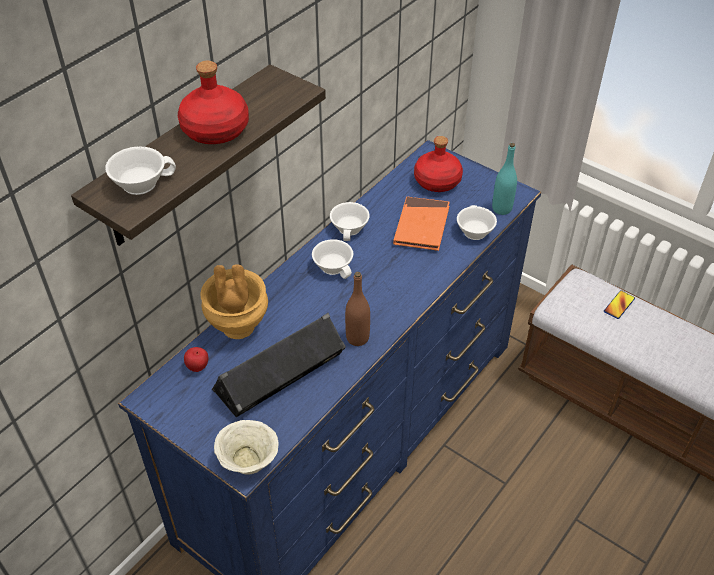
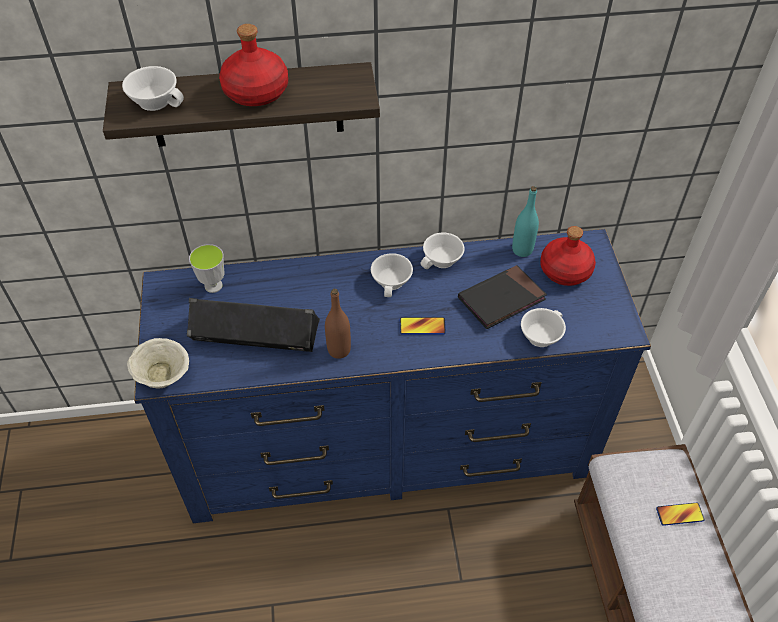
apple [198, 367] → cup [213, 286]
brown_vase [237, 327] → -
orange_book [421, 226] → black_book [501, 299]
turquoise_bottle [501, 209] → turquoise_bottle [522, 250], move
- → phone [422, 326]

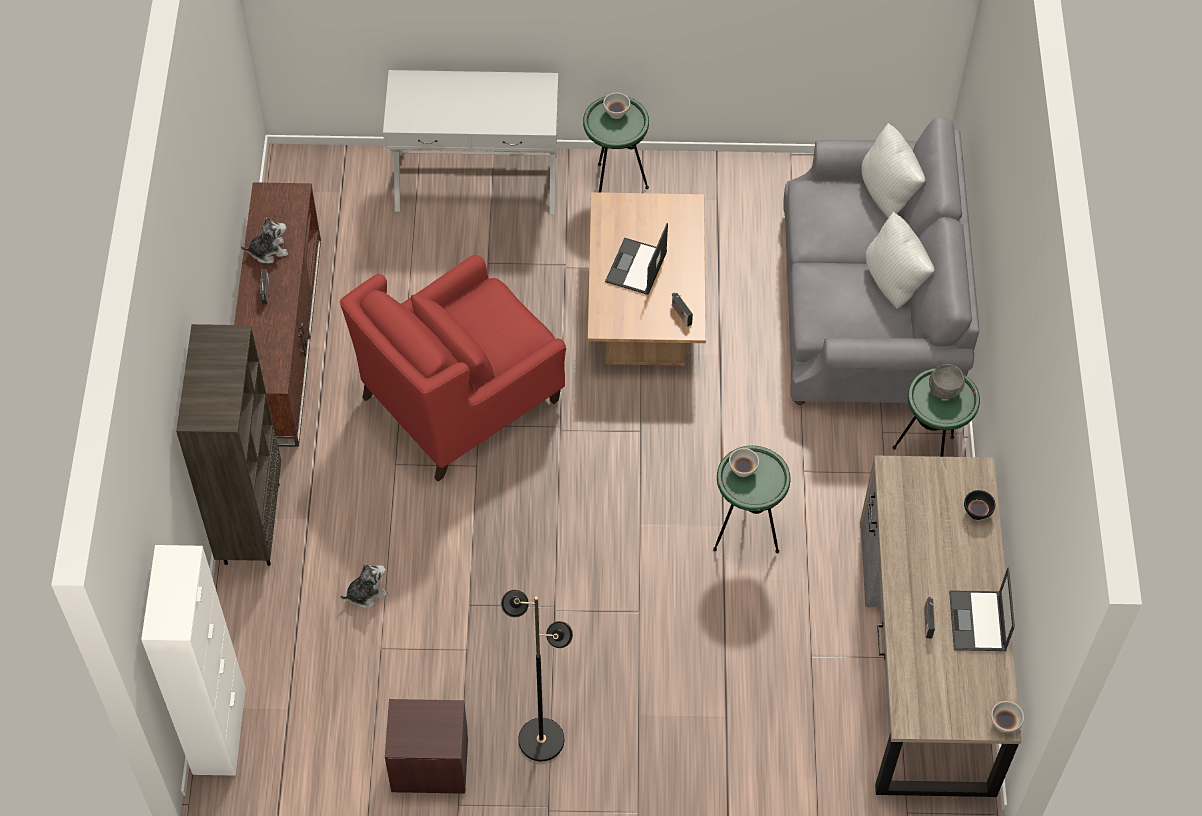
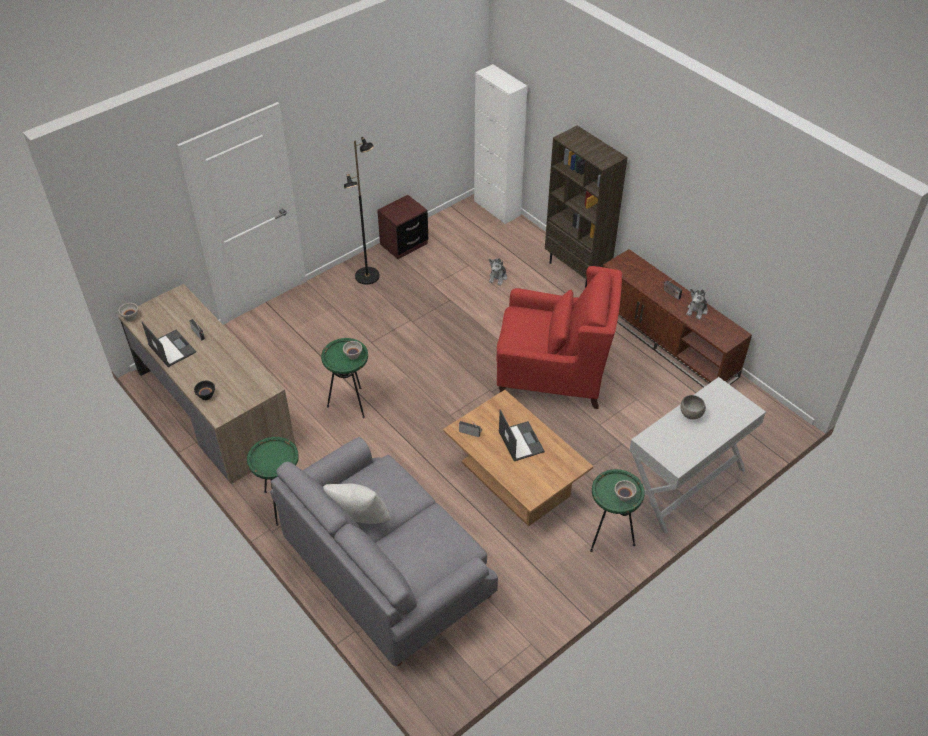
red_armchair [461, 398] → red_armchair [553, 372], 90 degrees clockwise
white_pillow [888, 195] → -
grey_bowl [944, 390] → grey_bowl [691, 415], move

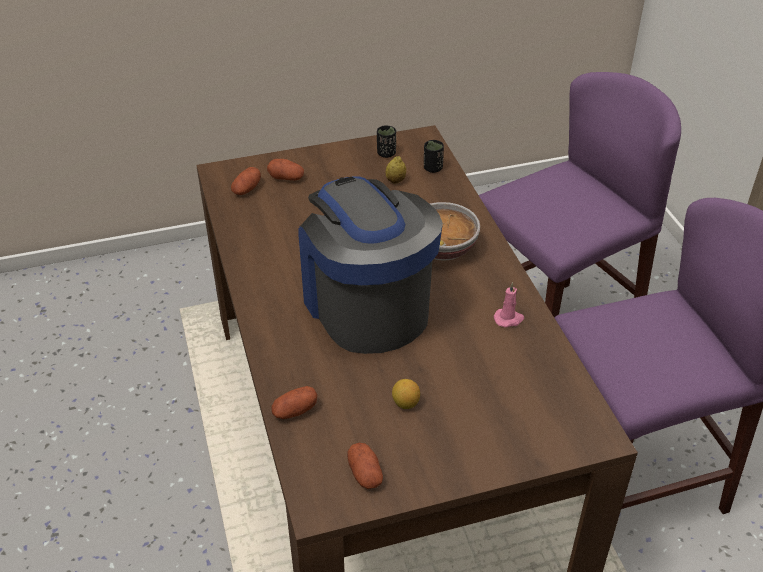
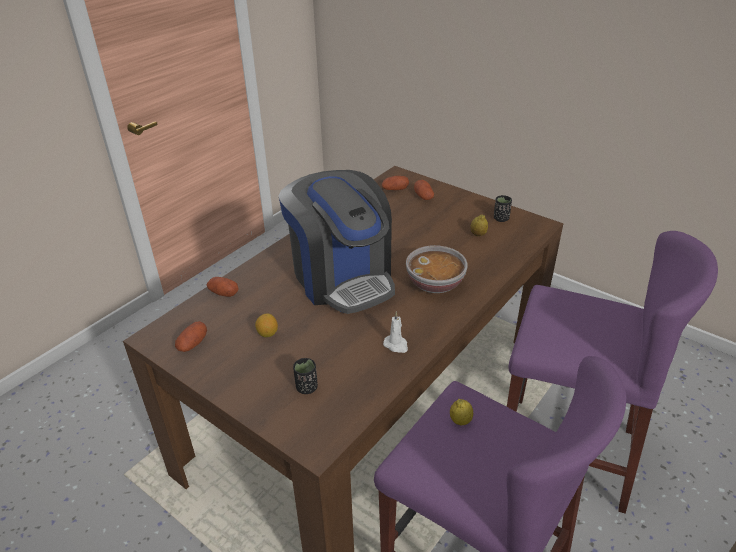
coffee_machine [366, 305] → coffee_machine [342, 277], 120 degrees clockwise
black_cup [433, 168] → black_cup [306, 387], move
pink_candle [509, 319] → white_candle [396, 345]
- → lemon [460, 421]

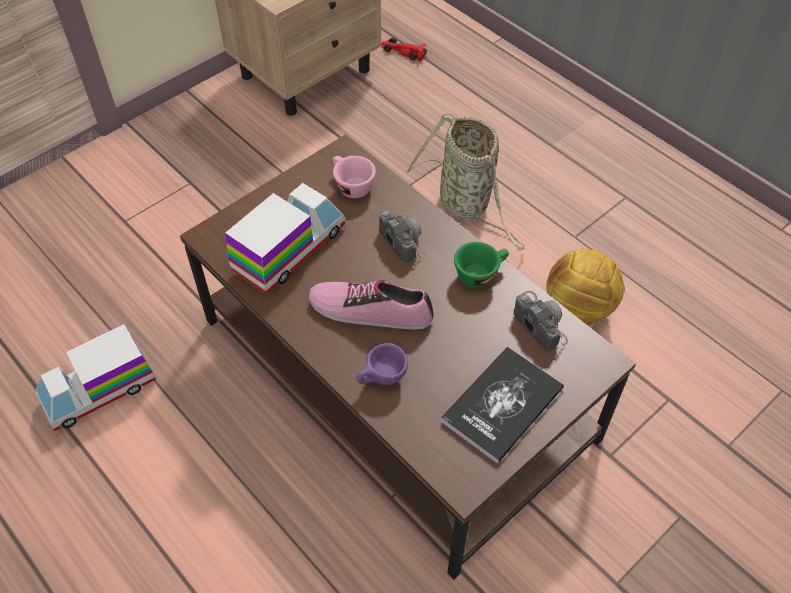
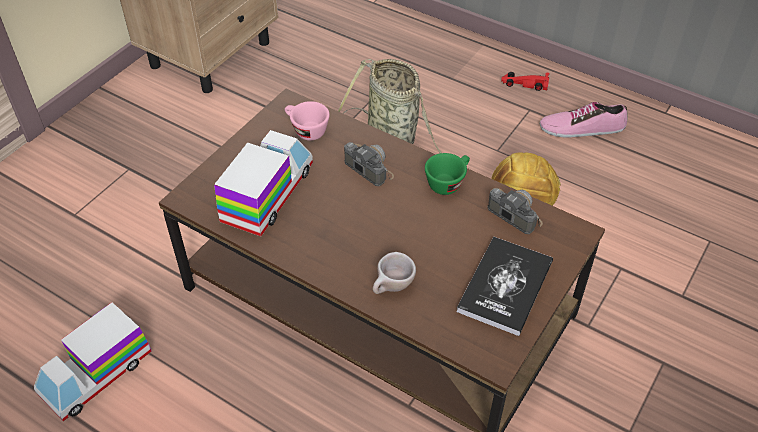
shoe [370, 310] → shoe [581, 127], move
purple_cup [381, 380] → beige_cup [392, 289]
red_toy_car [402, 51] → red_toy_car [524, 83], move

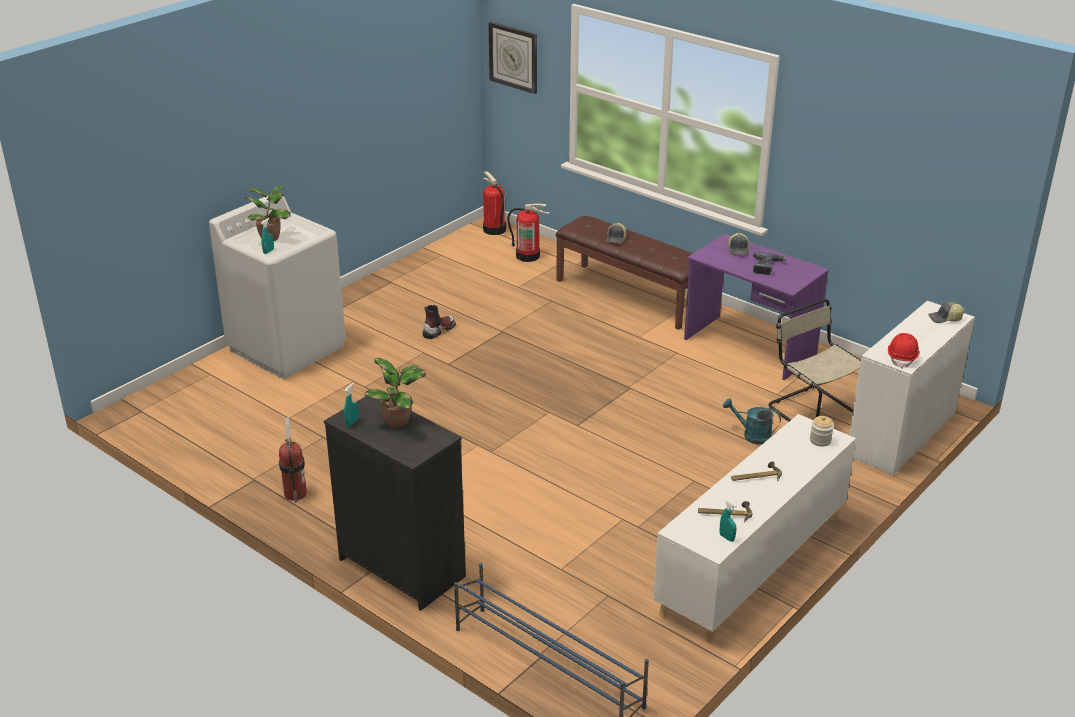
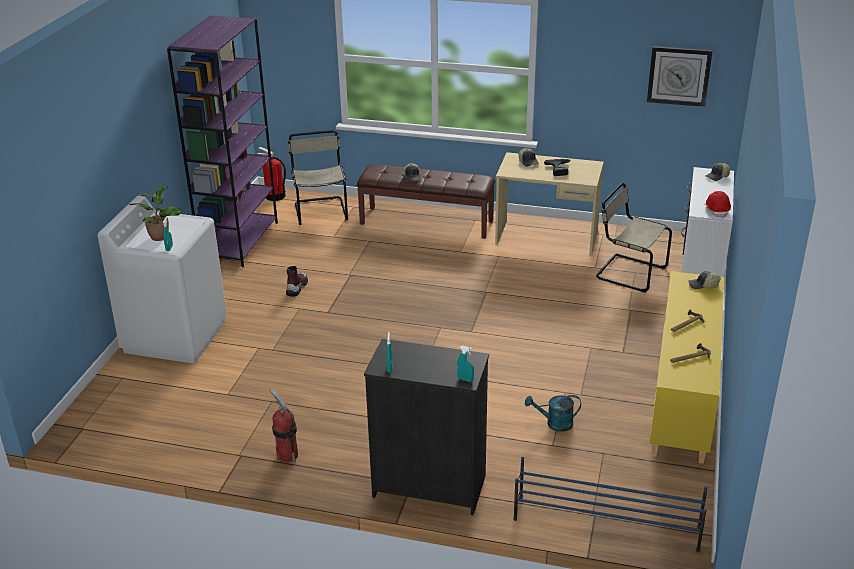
potted_plant [398, 421] → -
wall_clock [514, 57] → wall_clock [679, 76], move
fire_extinguisher [528, 256] → beige_chair [320, 210]
white_cabinet [751, 565] → yellow_cabinet [683, 397]
purple_desk [749, 347] → beige_desk [547, 238]
turquoise_spray_bottle [727, 537] → turquoise_spray_bottle [465, 379], move
turquoise_watering_can [752, 435] → turquoise_watering_can [554, 424], move
jar [820, 440] → cap [703, 285]
- → purple_bookcase [239, 241]

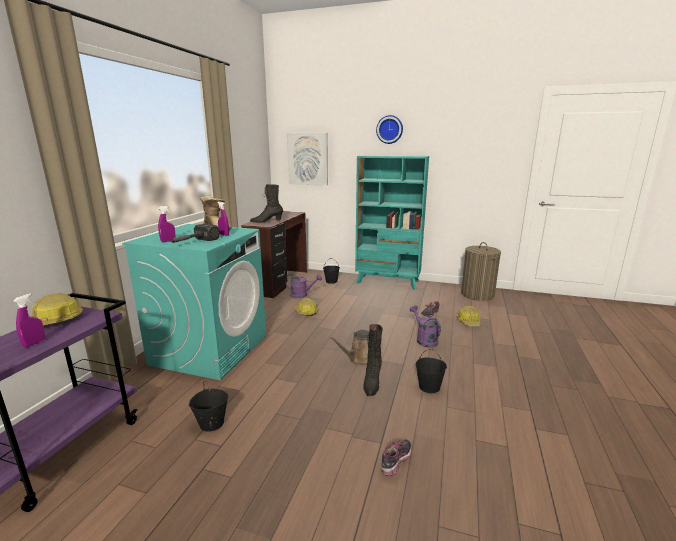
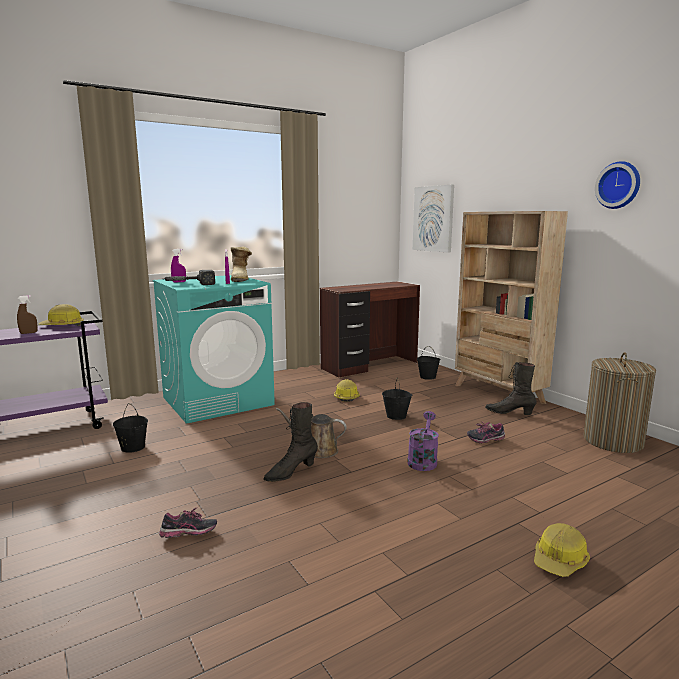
purple_spray_bottle [34, 343] → brown_spray_bottle [28, 333]
black_boot [266, 221] → black_boot [509, 413], move
purple_watering_can [302, 295] → -
turquoise_bookcase [388, 282] → beige_bookcase [498, 394]
wall_clock [389, 129] → wall_clock [619, 185], move
black_bucket [429, 387] → black_bucket [396, 416], move
hard_hat [468, 322] → hard_hat [559, 560], move

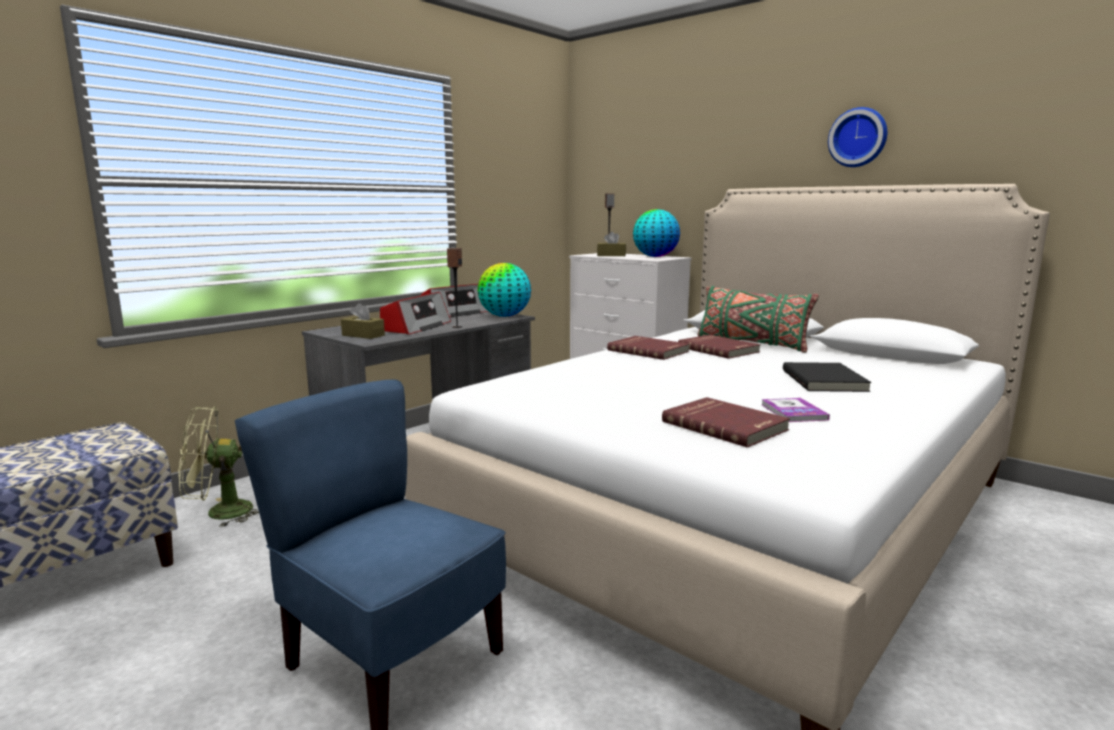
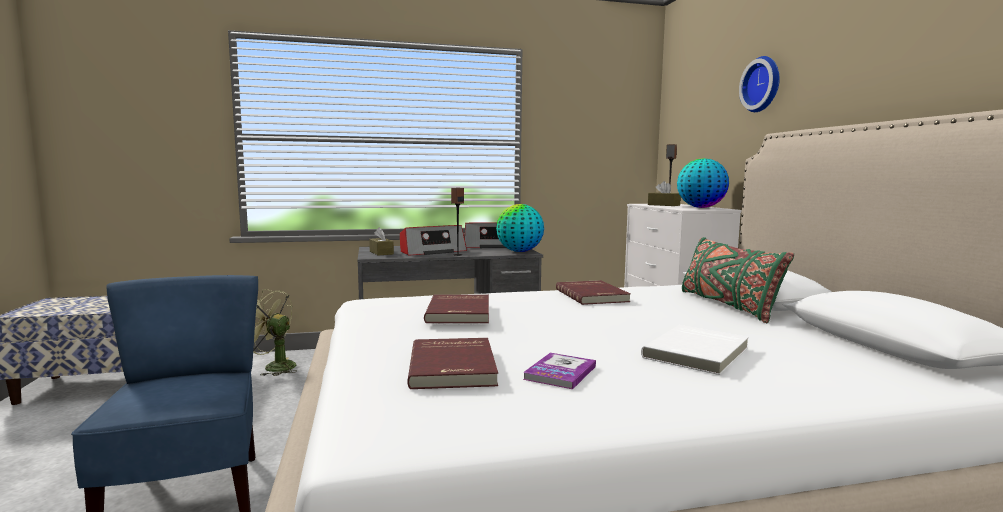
red_book [719, 349] → red_book [460, 312], move
black_book [825, 380] → white_book [698, 353]
wall_clock [858, 137] → wall_clock [763, 84], move

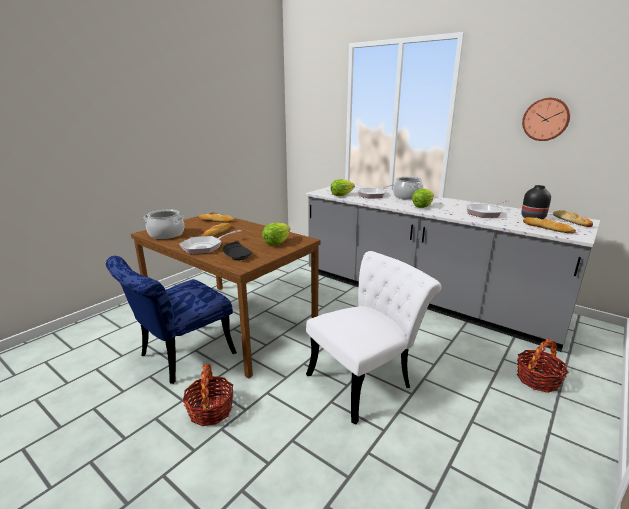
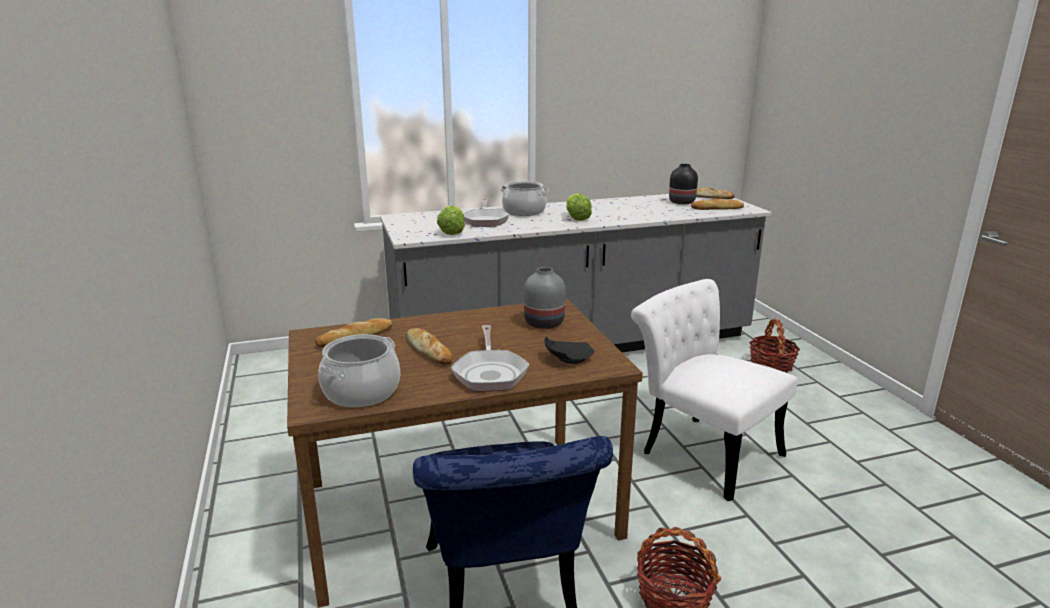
lettuce [276, 243] → grey_vase [543, 323]
white_chair [366, 379] → white_chair [701, 450], 45 degrees counterclockwise
frying_pan [485, 213] → -
wall_clock [546, 119] → -

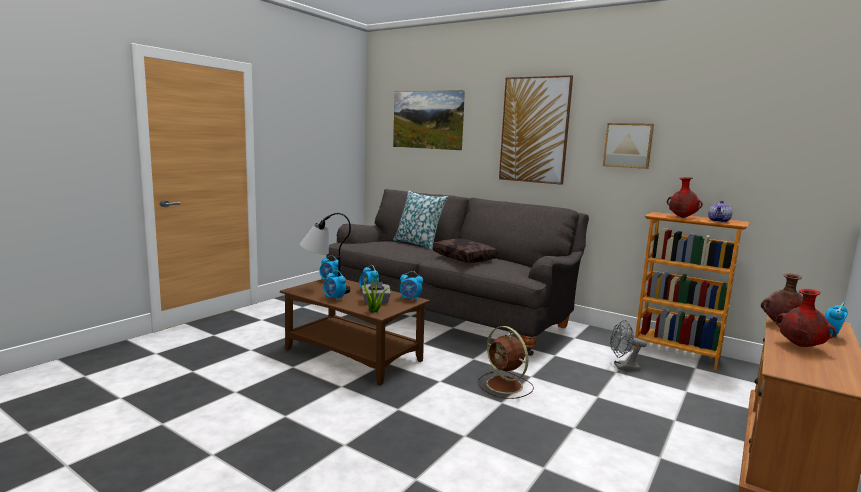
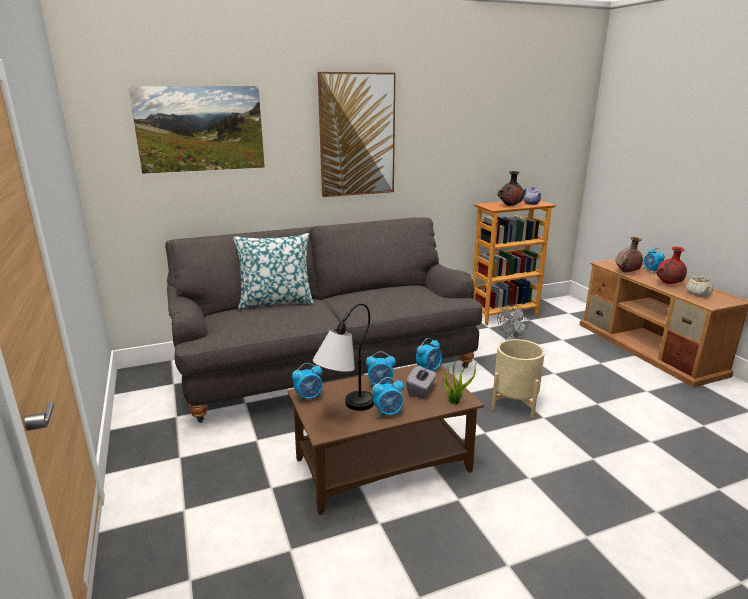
brown_pillow [465, 258] → -
brown_fan [505, 386] → beige_planter [514, 403]
picture [628, 145] → -
red_vase [681, 217] → black_vase [510, 206]
- → beige_teapot [698, 294]

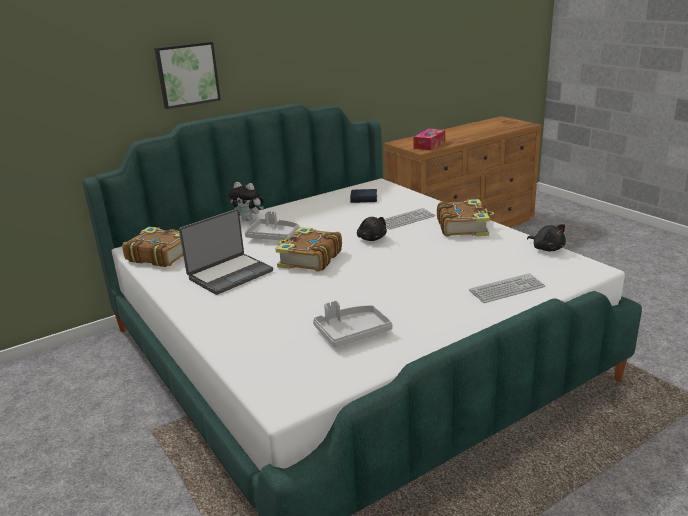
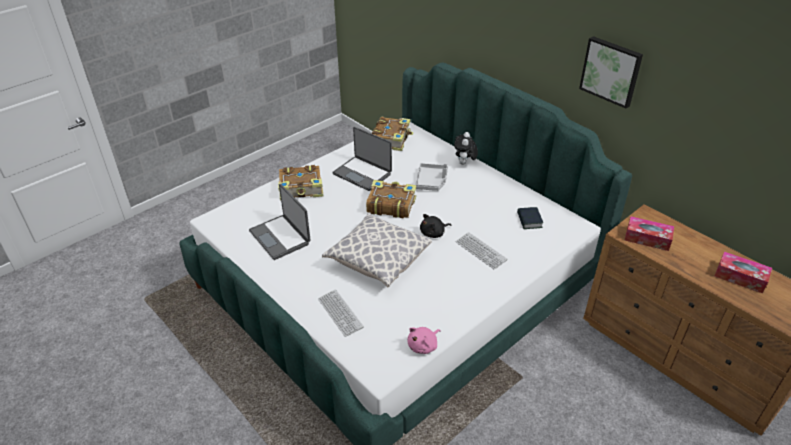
picture [187, 74] → picture [611, 71], move
grey_tray [352, 332] → laptop [281, 237]
book [463, 227] → book [302, 189], move
black_plush_toy [547, 248] → pink_plush_toy [423, 346]
- → pillow [377, 260]
- → tissue_box [740, 277]

